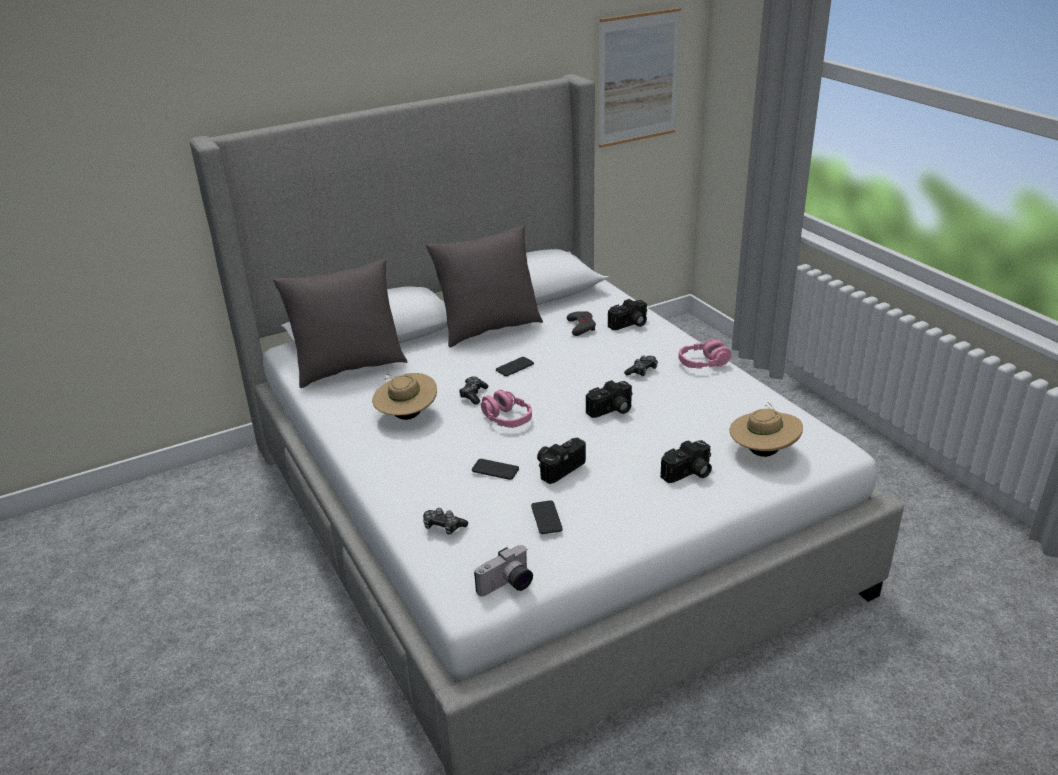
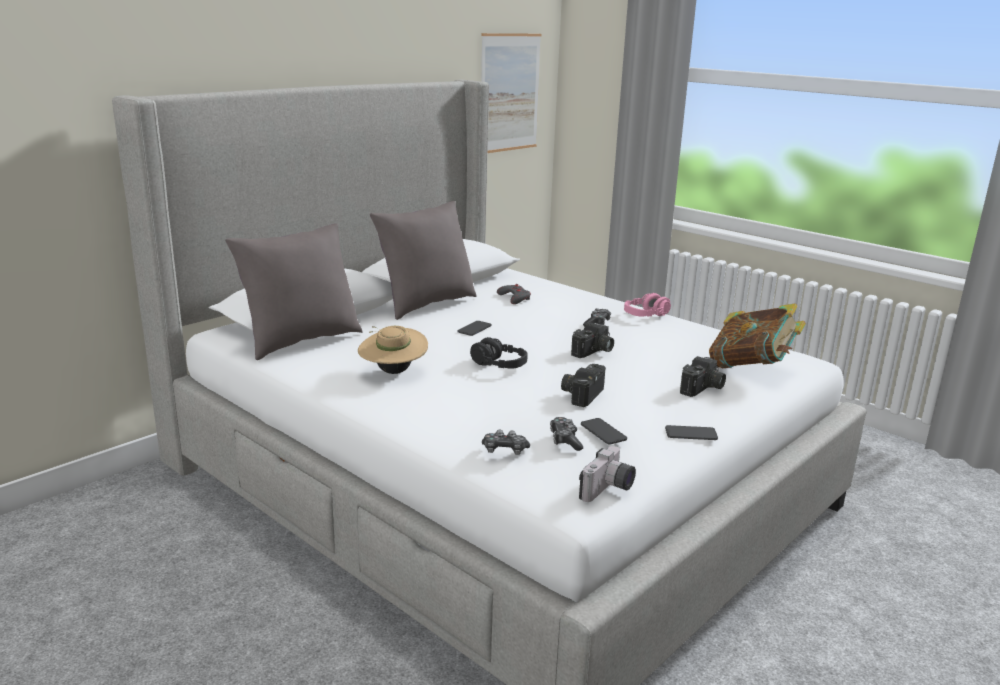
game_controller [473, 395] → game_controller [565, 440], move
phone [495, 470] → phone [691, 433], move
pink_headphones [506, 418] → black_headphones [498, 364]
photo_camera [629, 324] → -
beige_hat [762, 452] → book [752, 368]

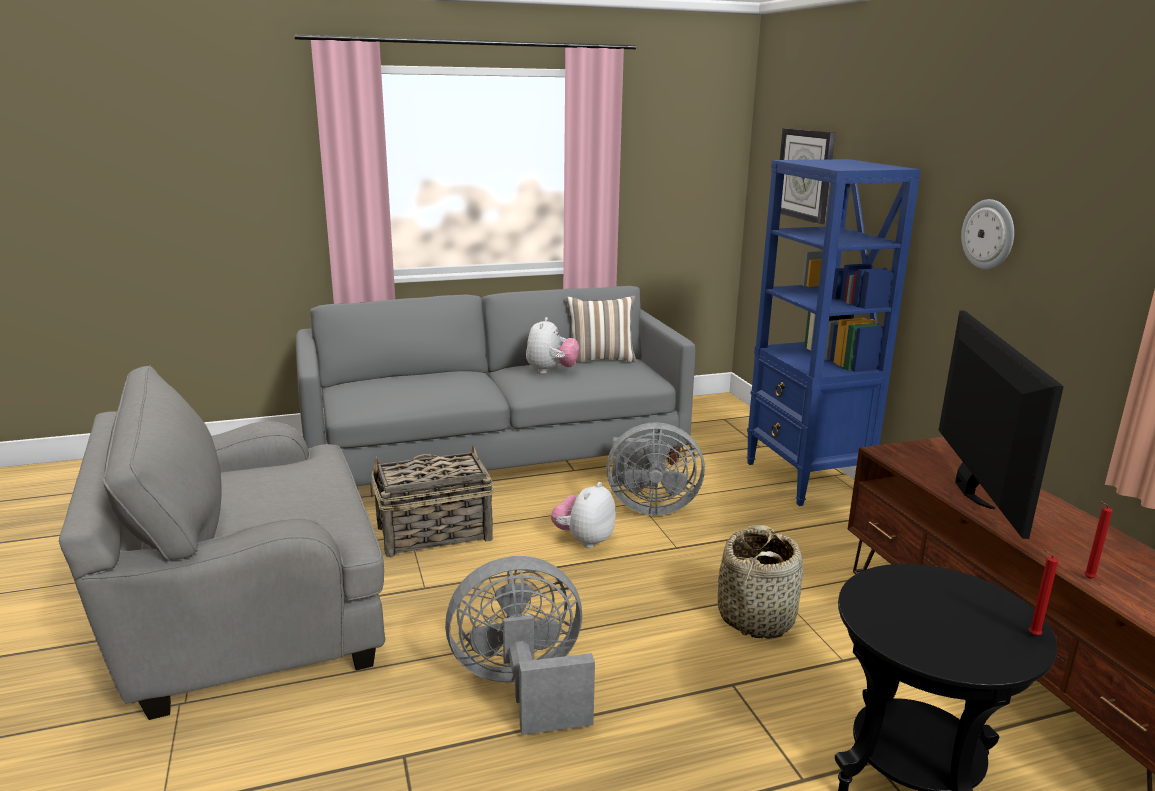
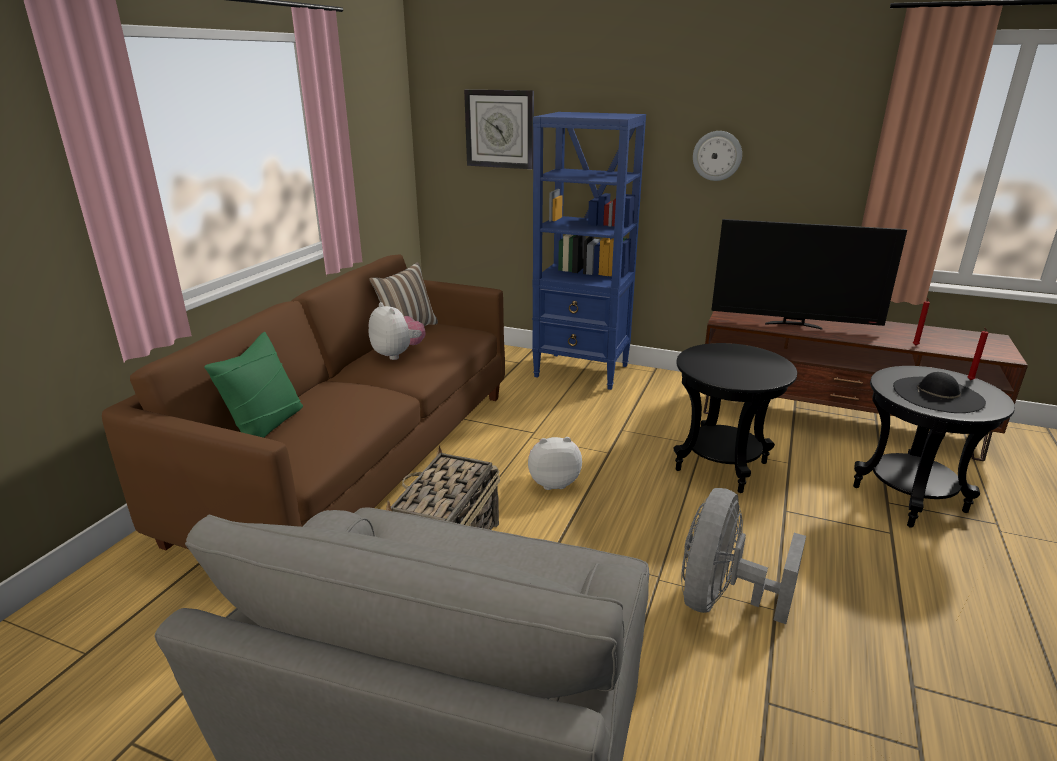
grey_sofa [496, 455] → brown_sofa [358, 459]
plush_toy [584, 540] → plush_toy [553, 482], 105 degrees clockwise
grey_fan [649, 506] → -
basket [756, 617] → black_side_table [721, 466]
television [969, 489] → television [793, 324], 150 degrees clockwise
- → green_pillow [266, 426]
- → black_hat [937, 395]

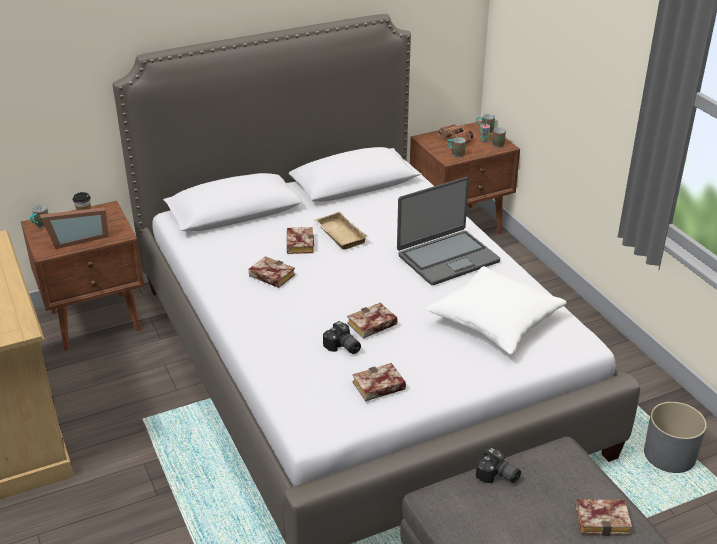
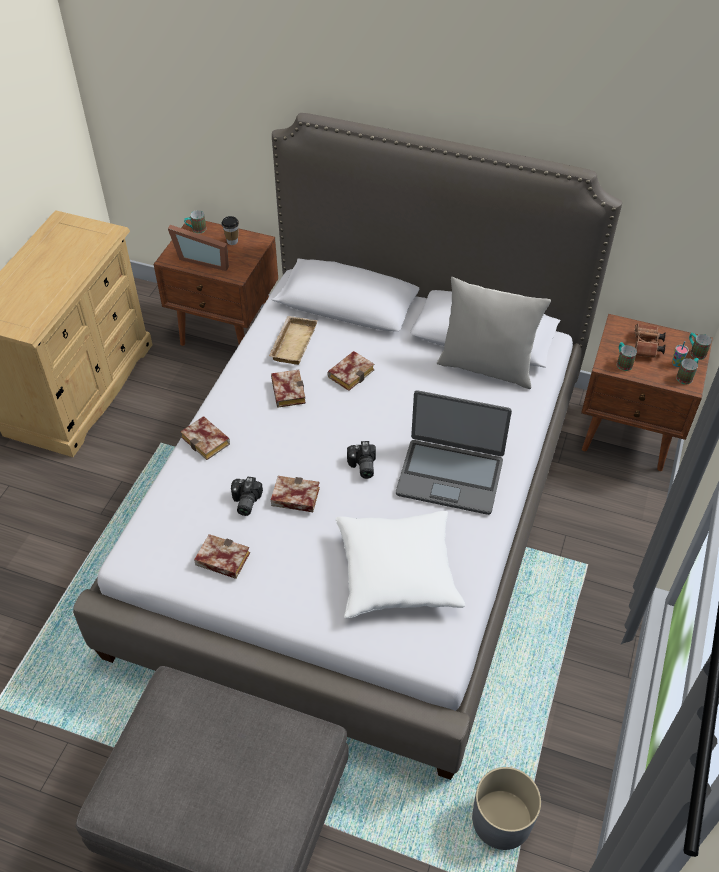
beige_tray [338, 235] → beige_tray [292, 343], move
photo_camera [497, 476] → photo_camera [361, 466], move
book [604, 519] → book [208, 441], move
- → grey_pillow [486, 367]

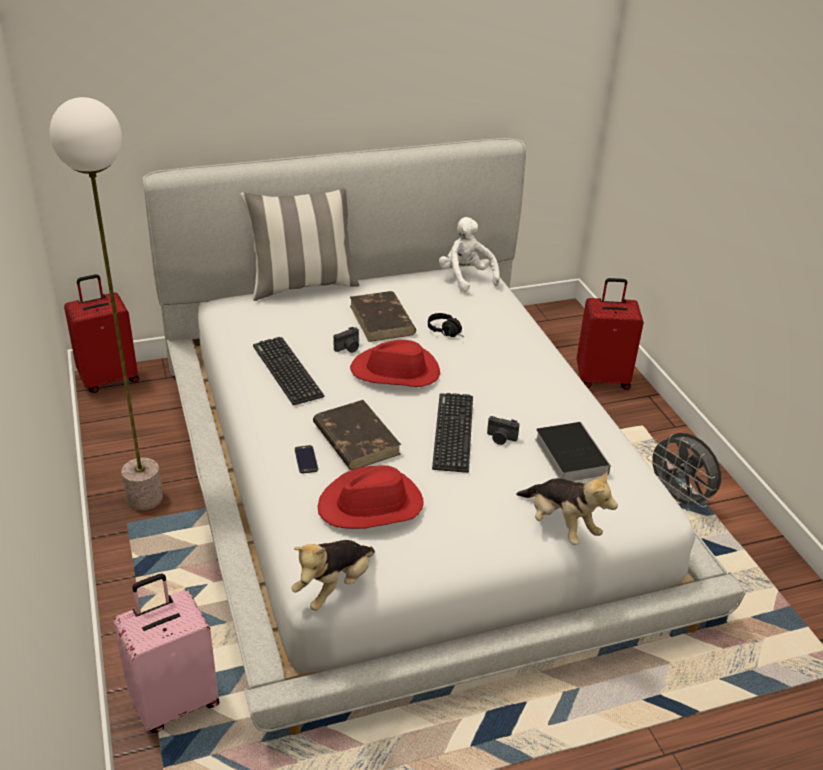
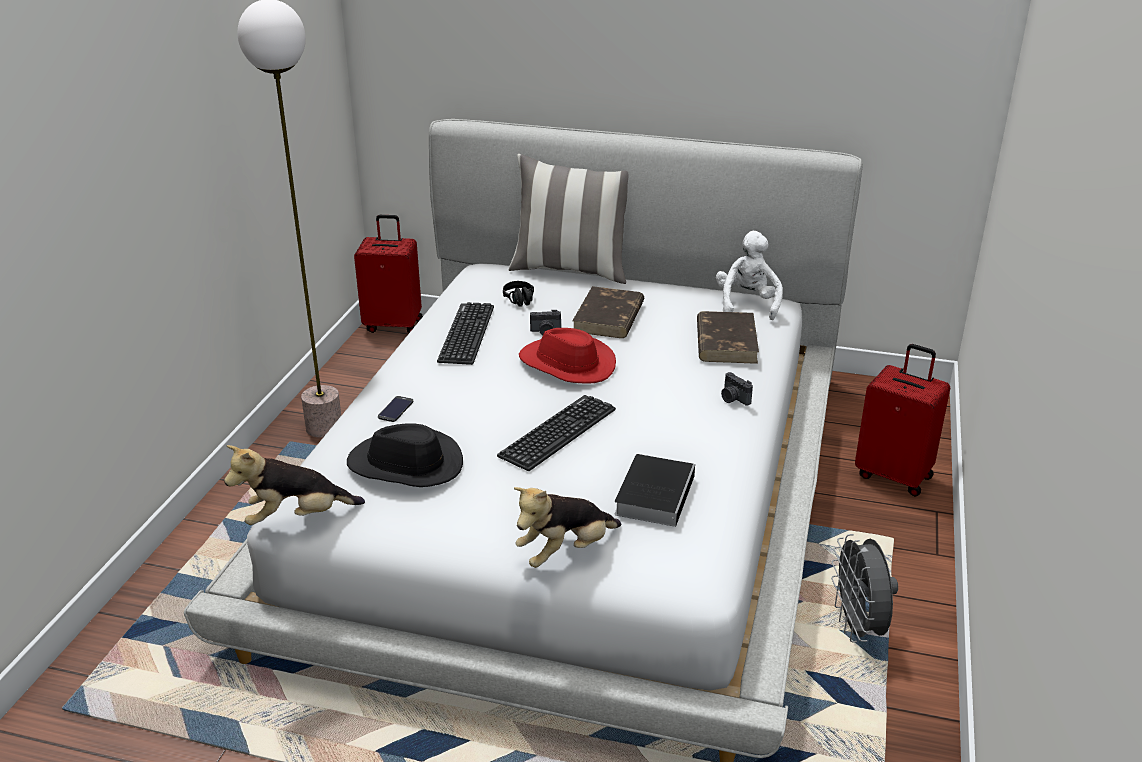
pink_suitcase [175, 701] → -
brown_book [355, 438] → brown_book [726, 341], move
red_hat [371, 505] → black_hat [405, 465]
black_headphones [448, 332] → black_headphones [521, 302], move
photo_camera [501, 438] → photo_camera [733, 399], move
plush_toy [560, 525] → plush_toy [565, 552], 60 degrees clockwise

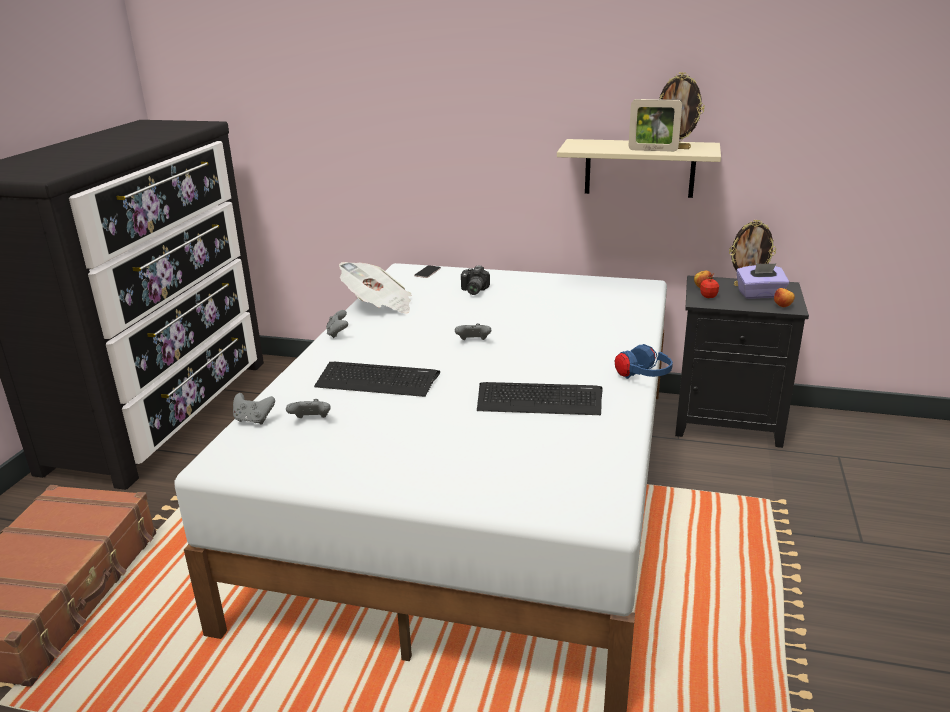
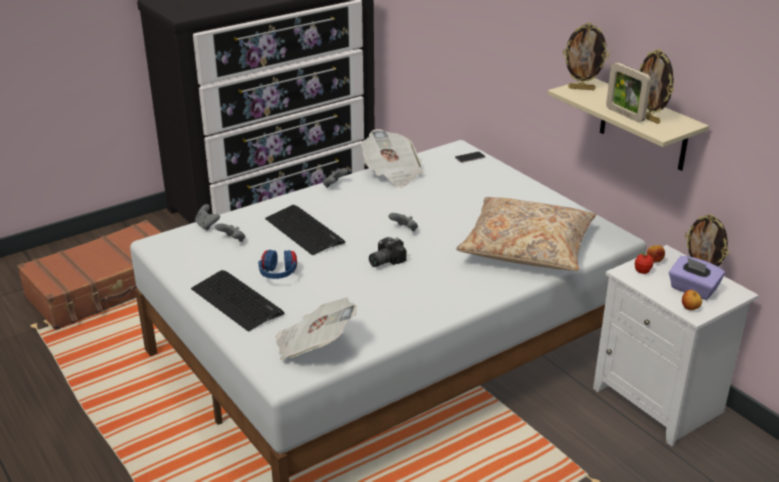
photo_camera [473, 290] → photo_camera [384, 261], move
keyboard [539, 400] → keyboard [237, 301], move
blue_headphones [643, 377] → blue_headphones [278, 276], move
black_nightstand [729, 421] → white_nightstand [661, 401]
- → newspaper [314, 346]
- → beige_pillow [526, 247]
- → picture_frame [581, 88]

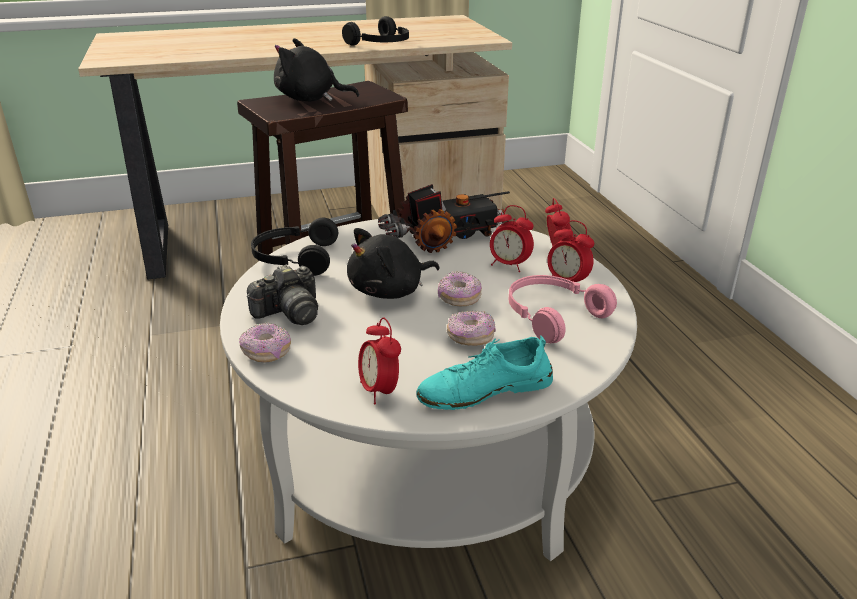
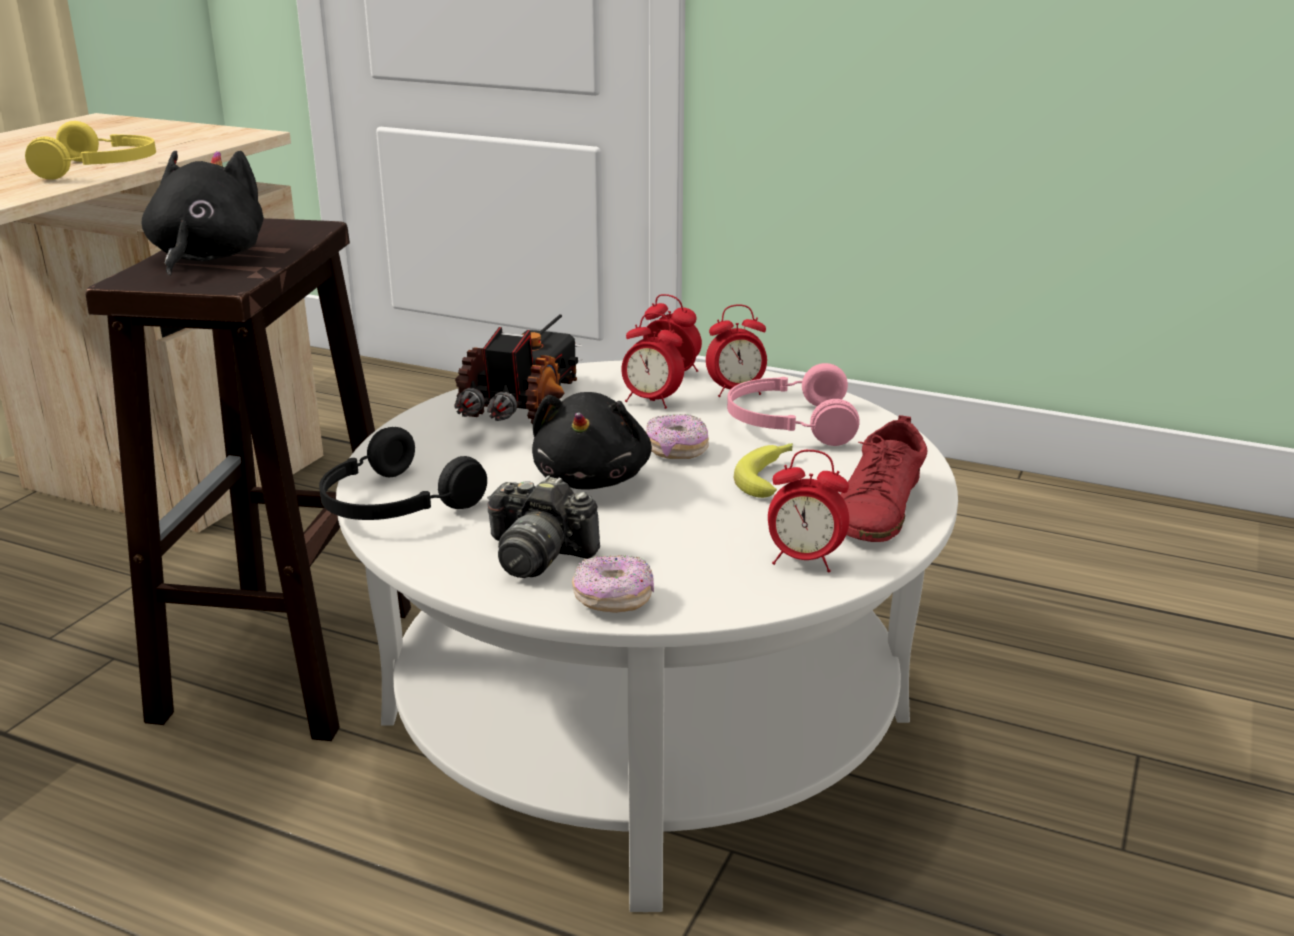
photo_camera [289, 313] → photo_camera [538, 555], 105 degrees clockwise
black_plush_toy [310, 99] → black_plush_toy [206, 258], 135 degrees clockwise
black_headphones [381, 44] → yellow_headphones [101, 169]
turquoise_shoe [485, 389] → red_shoe [879, 507]
donut [470, 338] → banana [770, 476]
alarm_clock [509, 265] → alarm_clock [651, 401], 45 degrees clockwise

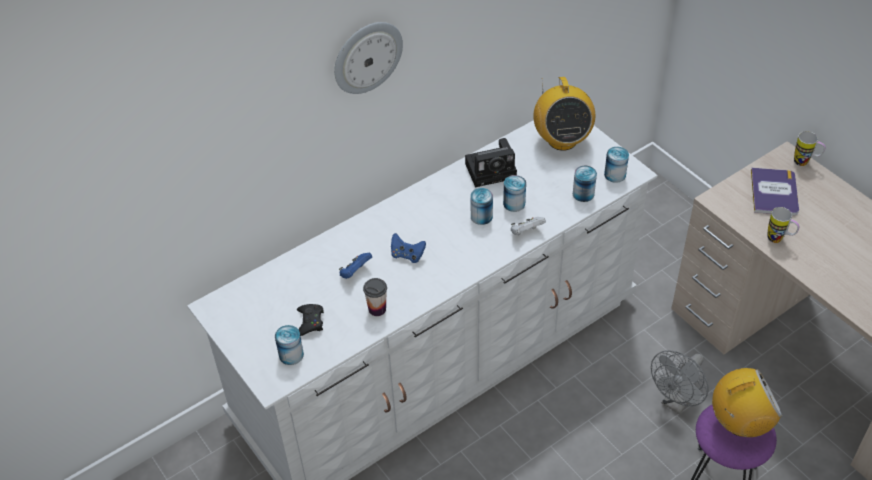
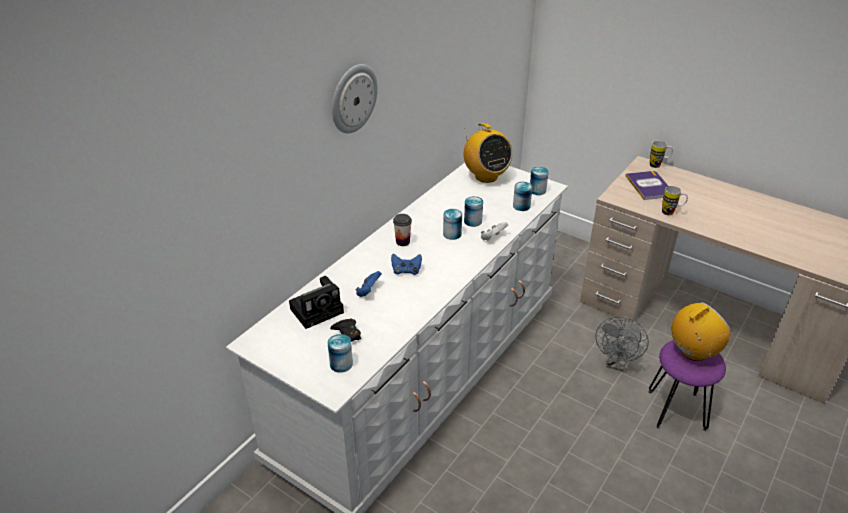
cup [377, 309] → cup [402, 242], move
photo_camera [492, 170] → photo_camera [318, 309], move

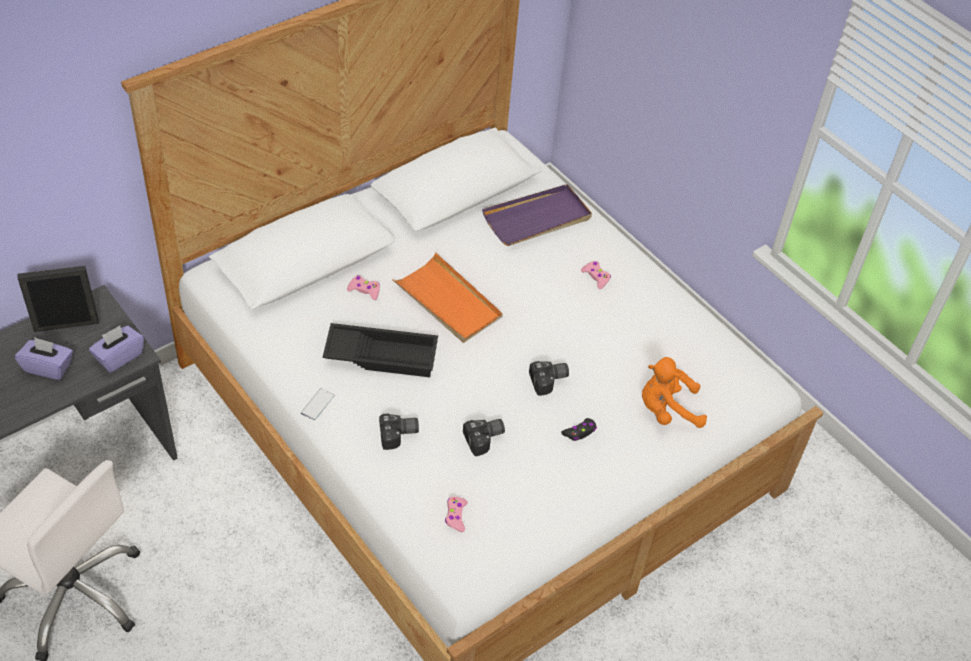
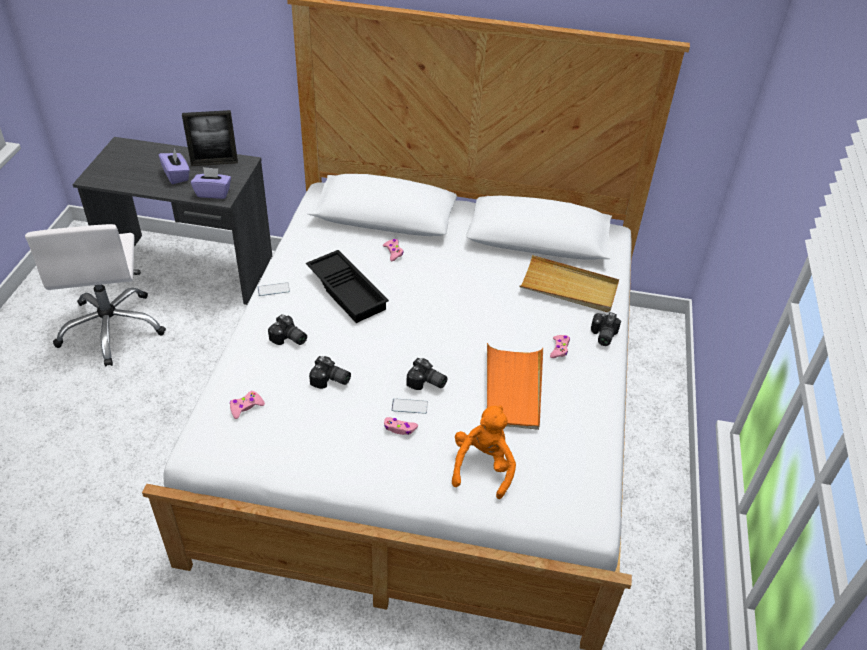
picture_frame [66, 325] → picture_frame [214, 163], 135 degrees clockwise
orange_tray [448, 301] → orange_tray [513, 389], move
purple_tray [537, 218] → beige_tray [569, 287]
black_game_controller [579, 432] → pink_game_controller [400, 428]
orange_plush_toy [667, 410] → orange_plush_toy [483, 466], 60 degrees clockwise
- → phone [409, 406]
- → photo_camera [602, 335]

